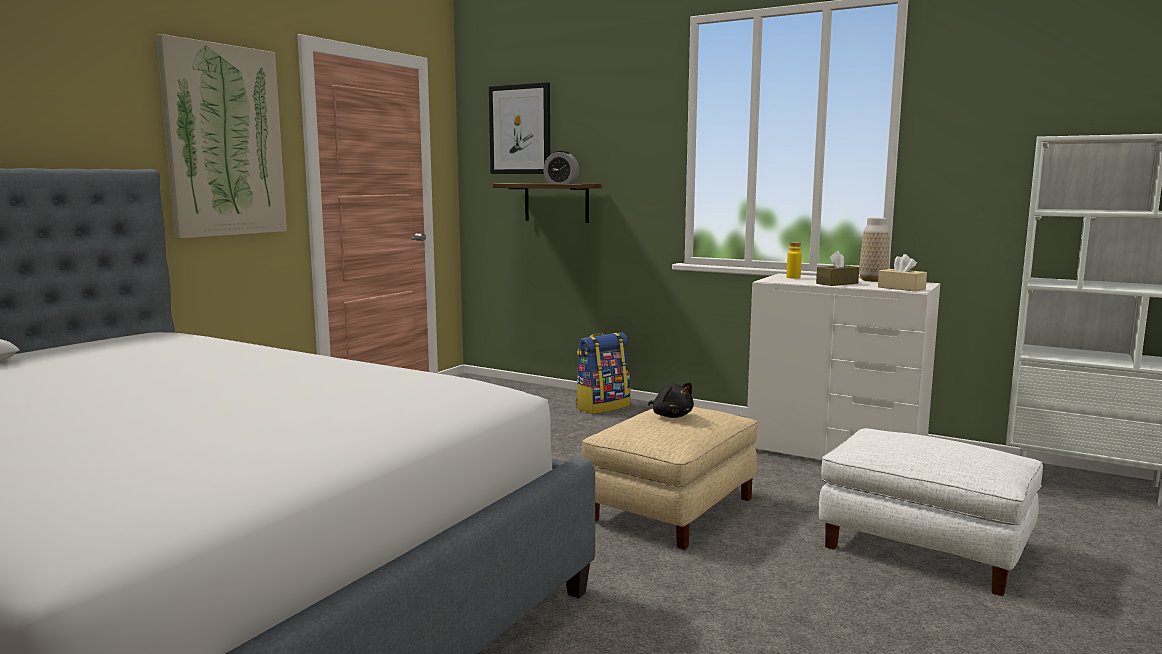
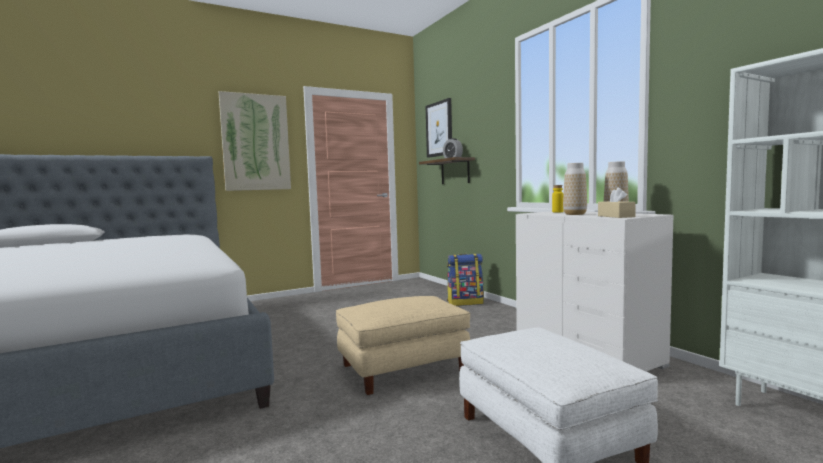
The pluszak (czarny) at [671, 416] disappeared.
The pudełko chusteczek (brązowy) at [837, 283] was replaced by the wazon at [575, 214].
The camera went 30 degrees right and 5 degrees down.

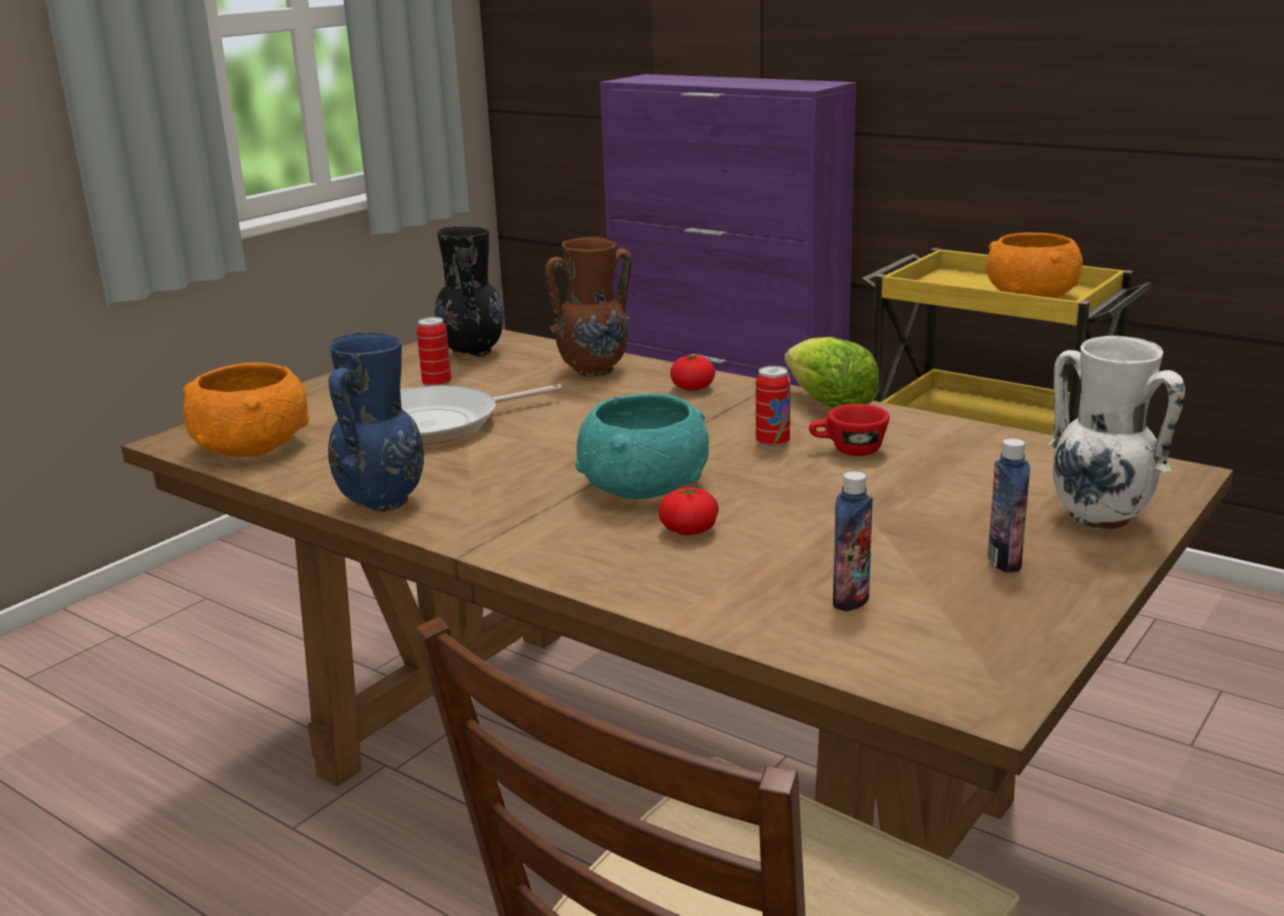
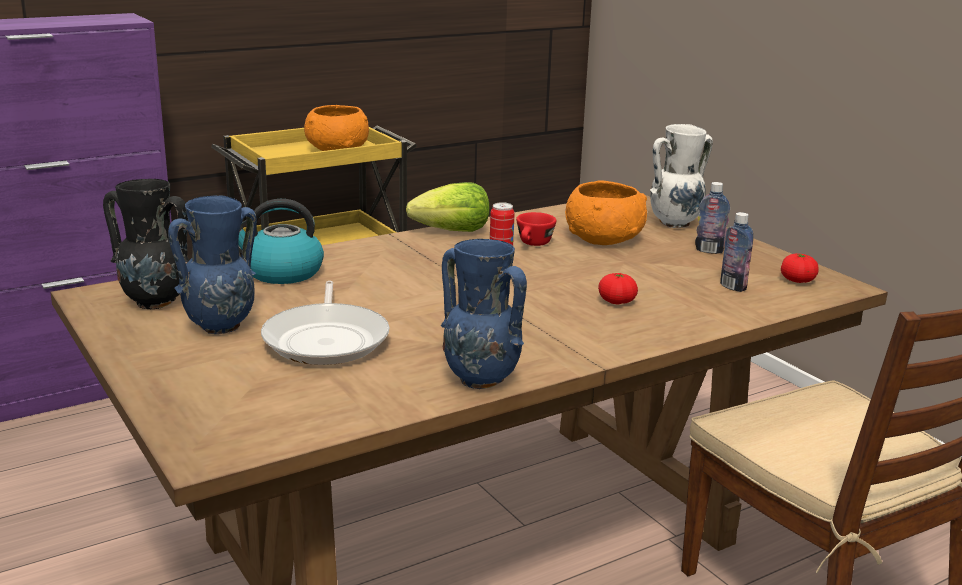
The miska (turkusowy) at [644, 487] disappeared.
The miska (pomarańczowy) moved from [251, 447] to [603, 238].
The pomidor moved from [692, 388] to [797, 280].
The puszka at [437, 384] was replaced by the wazon (niebieski) at [221, 327].
The wazon (brązowy) at [595, 371] was replaced by the czajnik at [281, 272].
The camera went 70 degrees left and 0 degrees up.

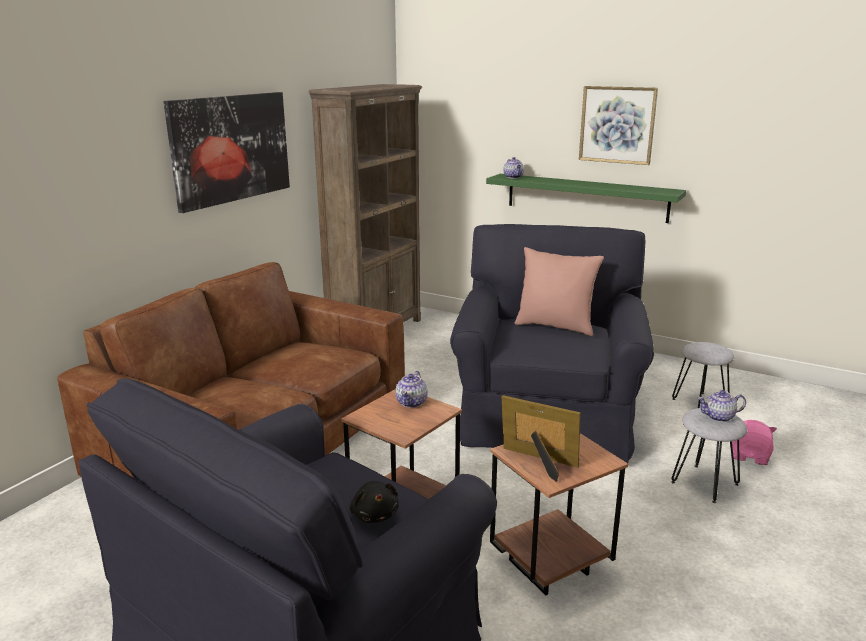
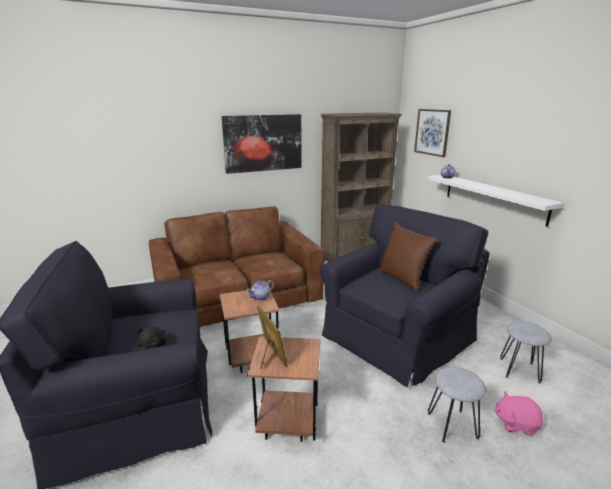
The imbryk at [719, 417] disappeared.
The obraz moved from [617, 125] to [432, 132].
The półka (zielony) at [586, 197] became the półka (biały) at [493, 198].
The poduszka (różowy) at [555, 326] became the poduszka (brązowy) at [402, 279].
The pluszak (różowy) at [750, 456] turned 135 degrees counterclockwise.
The camera went 35 degrees right and 0 degrees up.

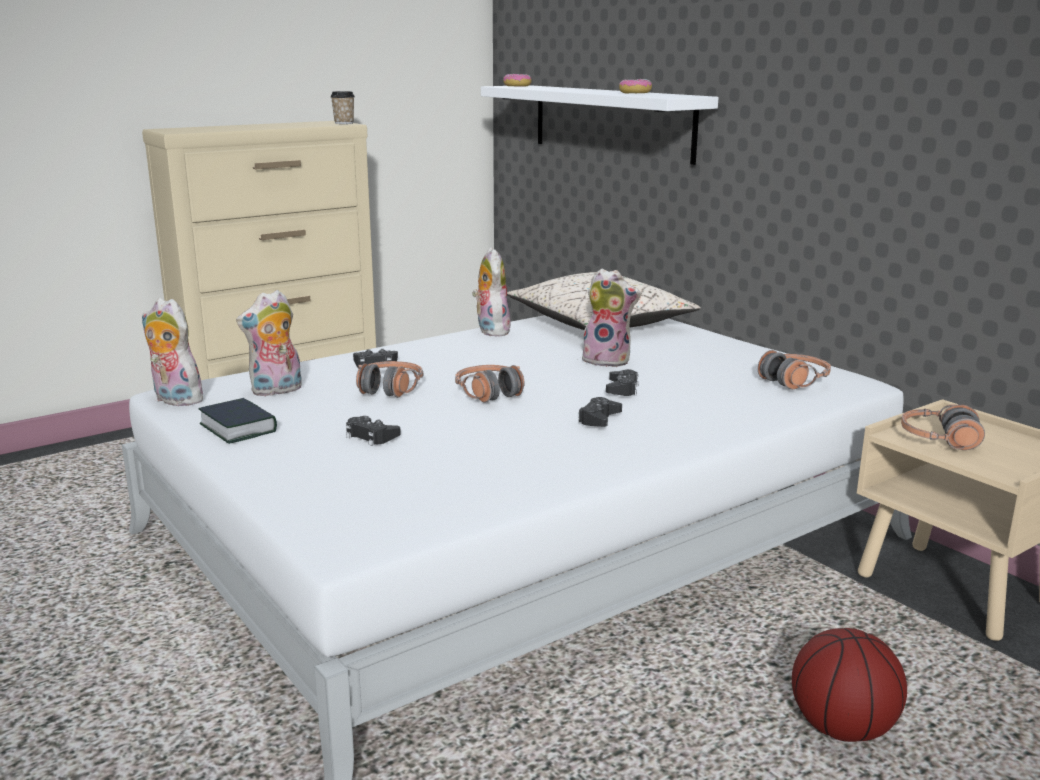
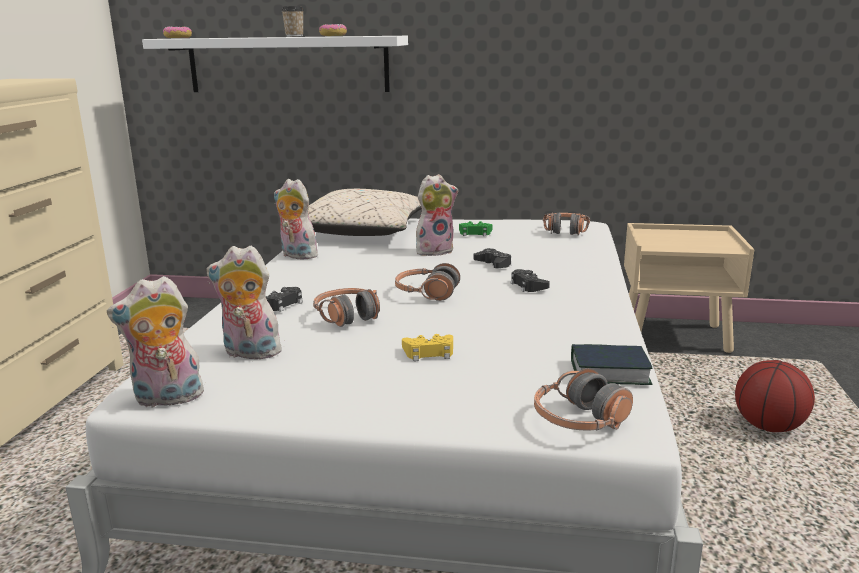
The pad do gier (zielony) at [475, 233] appeared.
The książka moved from [238, 428] to [609, 372].
The filiżanka moved from [344, 123] to [294, 36].
The słuchawki moved from [939, 440] to [580, 420].
The pad do gier (czarny) at [371, 436] became the pad do gier (żółty) at [429, 352].
The pluszak at [276, 391] turned 90 degrees clockwise.
The camera went 45 degrees left and 0 degrees up.

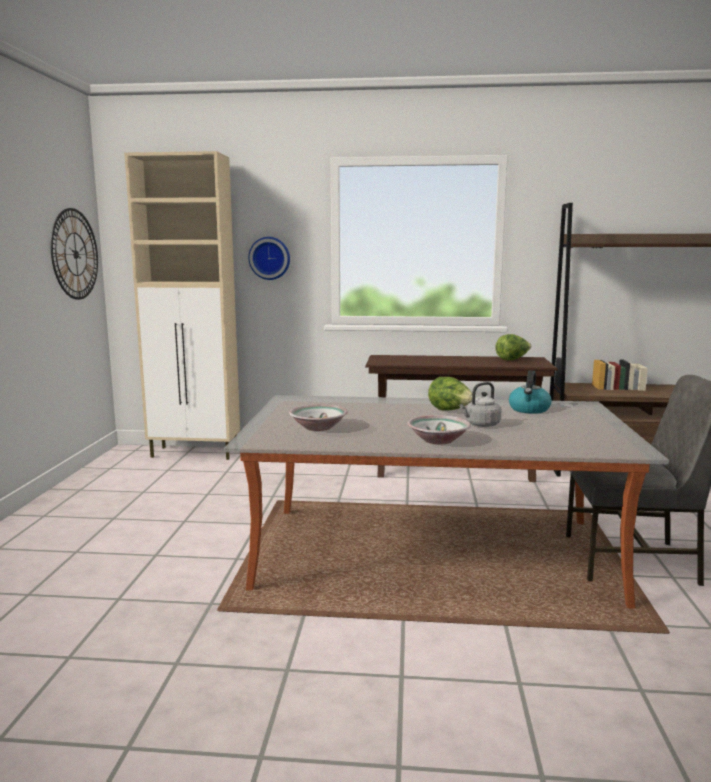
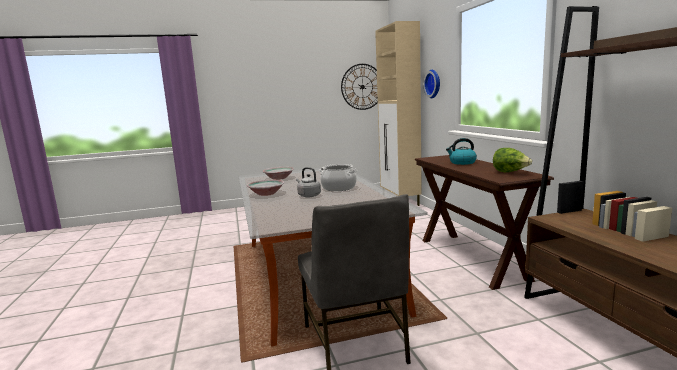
The czajnik moved from [529, 409] to [462, 163].
The sałata at [450, 411] was replaced by the garnek at [339, 188].
The camera went 70 degrees right and 0 degrees up.

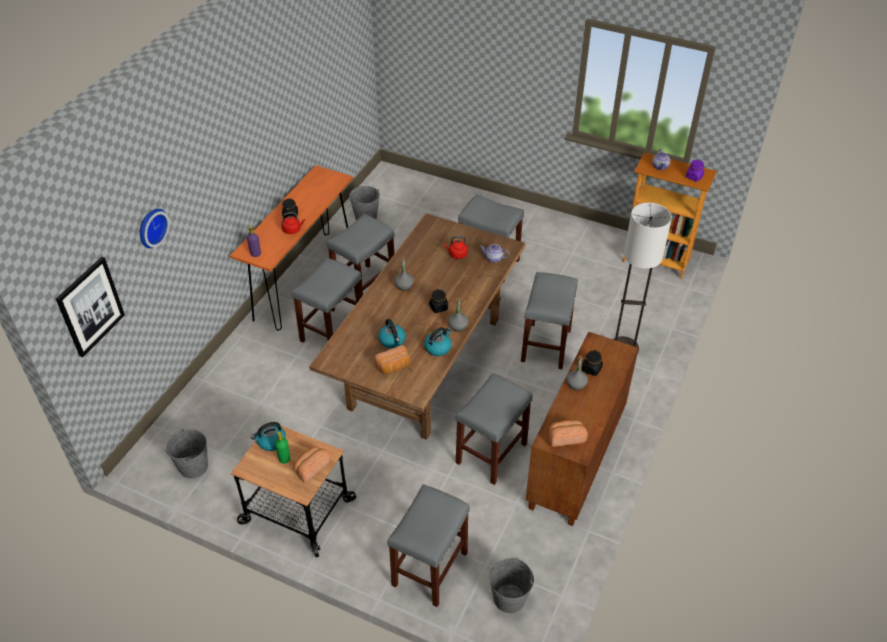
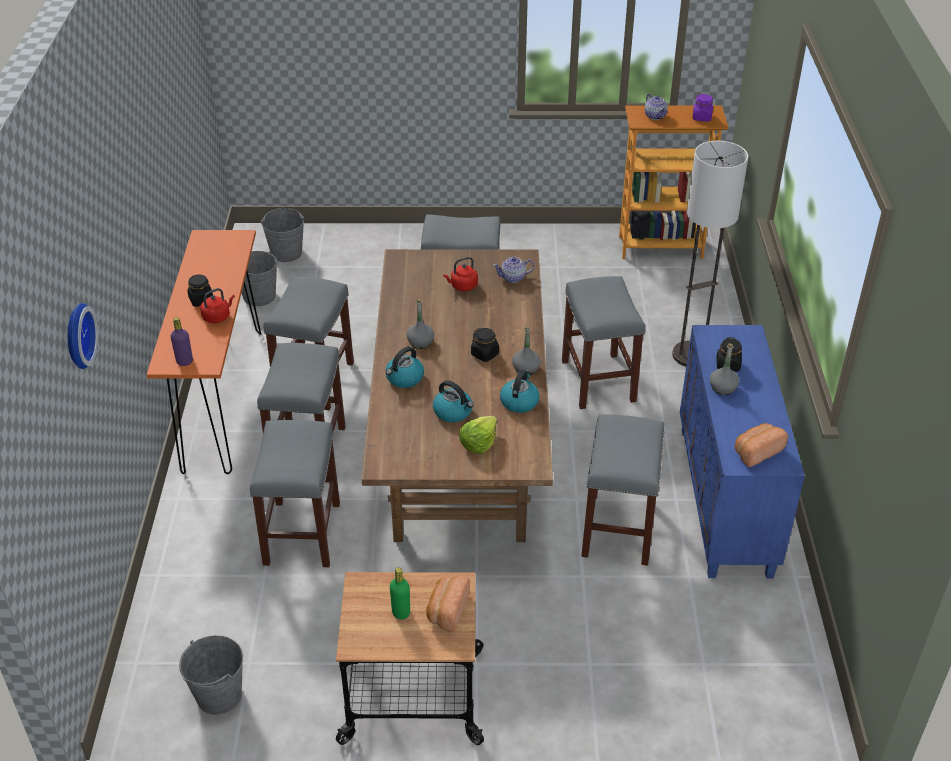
The obraz at [90, 306] disappeared.
The czajnik moved from [271, 441] to [404, 378].
The stołek (szary) moved from [430, 567] to [301, 532].
The wiadro (szary) moved from [509, 598] to [286, 253].
The chleb at [393, 367] was replaced by the sałata at [478, 443].
The szafka (brązowy) at [576, 461] became the szafka (niebieski) at [726, 501].
The camera went 25 degrees left and 5 degrees down.

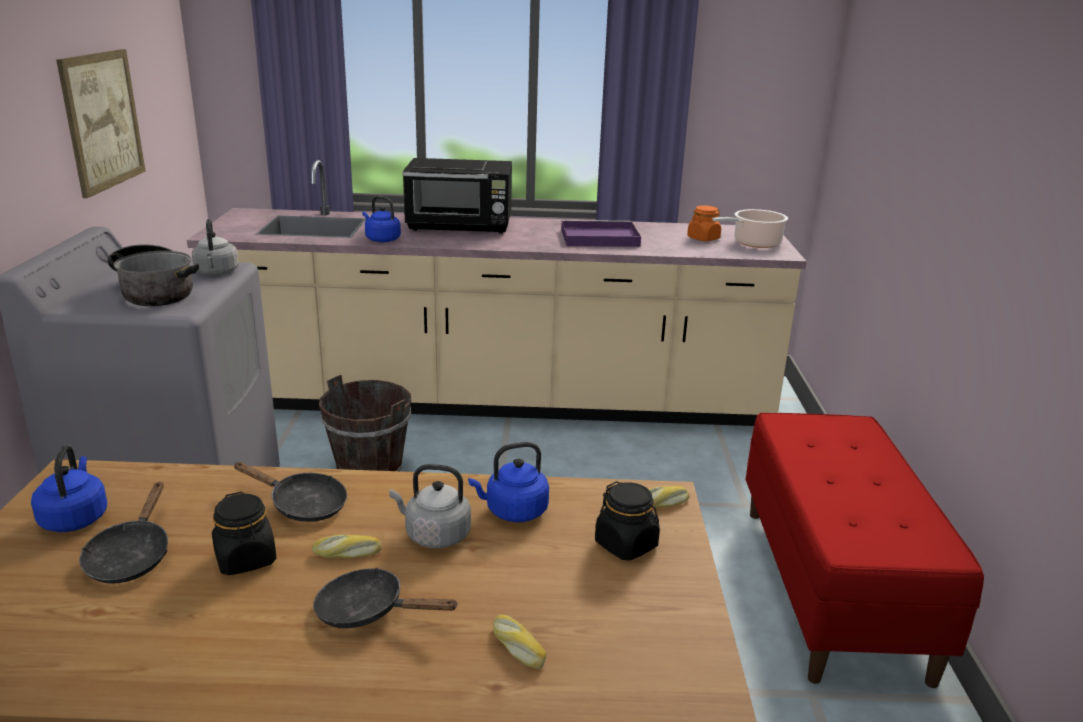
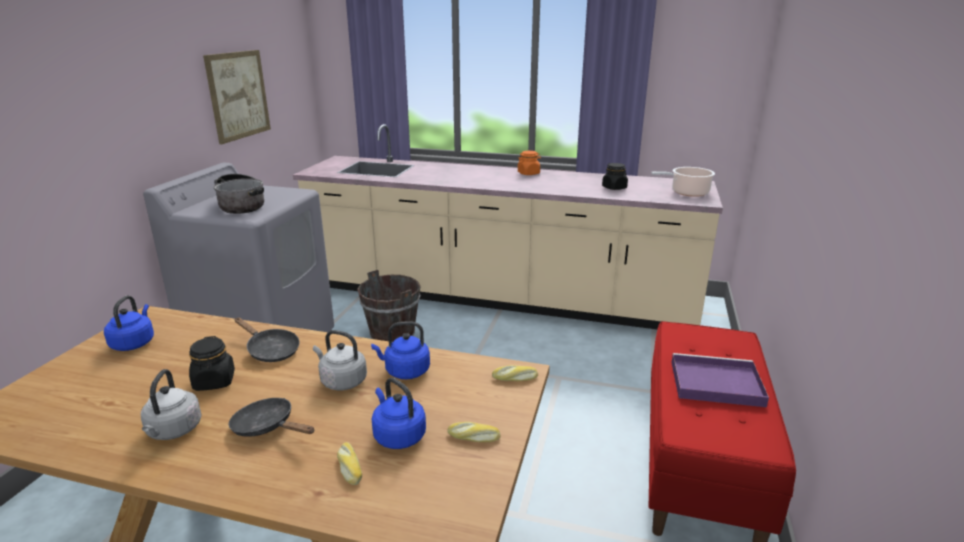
The patelnia (czarny) at [131, 556] disappeared.
The mikrofalówka (czarny) at [461, 226] disappeared.
The czajnik (szary) moved from [217, 273] to [173, 431].
The chleb moved from [347, 554] to [473, 437].
The czajnik (niebieski) moved from [381, 239] to [398, 435].
The taca (fioletowy) moved from [598, 238] to [714, 383].
The słoik (czarny) moved from [626, 545] to [614, 188].
The słoik (pomarańczowy) moved from [703, 238] to [528, 173].
The camera went 15 degrees right and 0 degrees up.

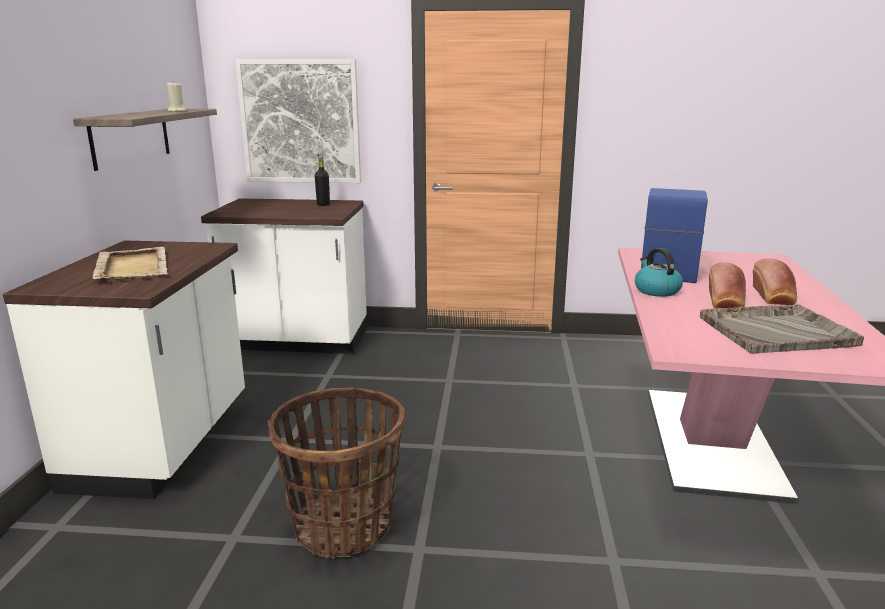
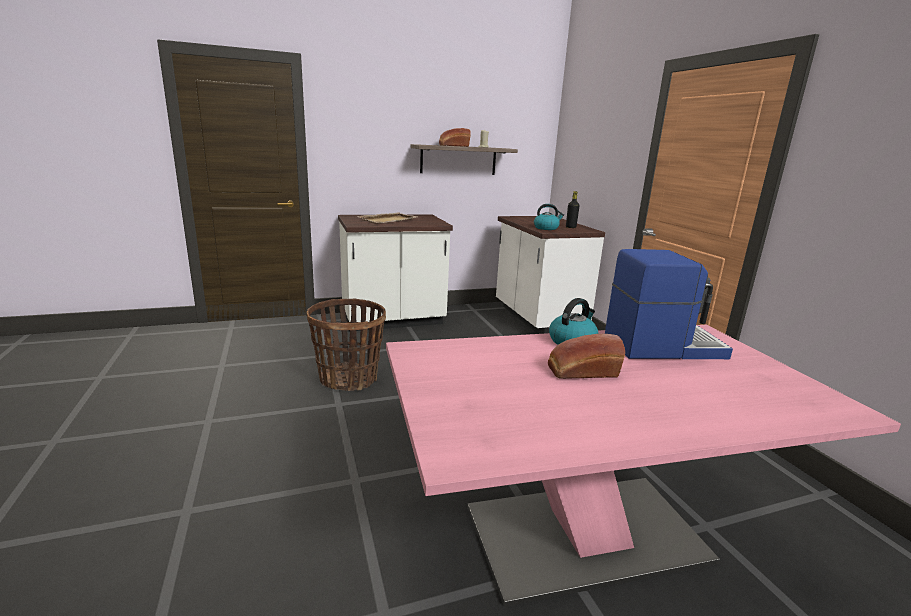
The obraz at [300, 122] disappeared.
The taca (szary) at [777, 331] disappeared.
The czajnik at [546, 228] appeared.
The chleb moved from [773, 296] to [453, 146].
The camera went 65 degrees right and 0 degrees up.

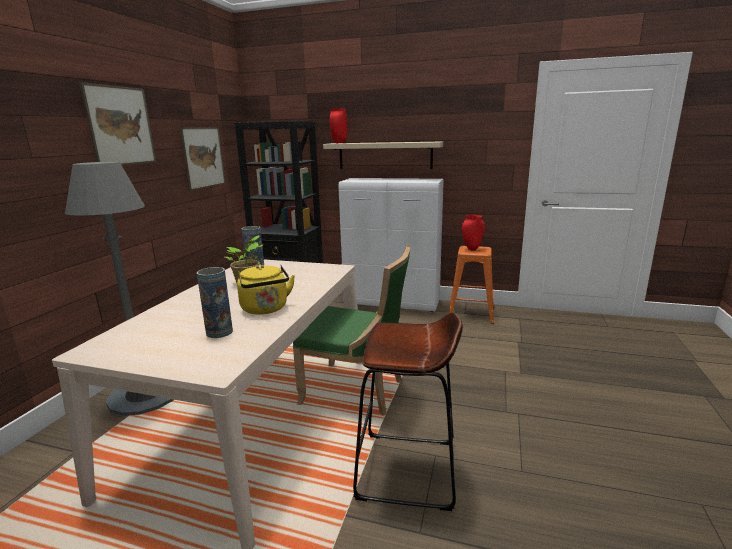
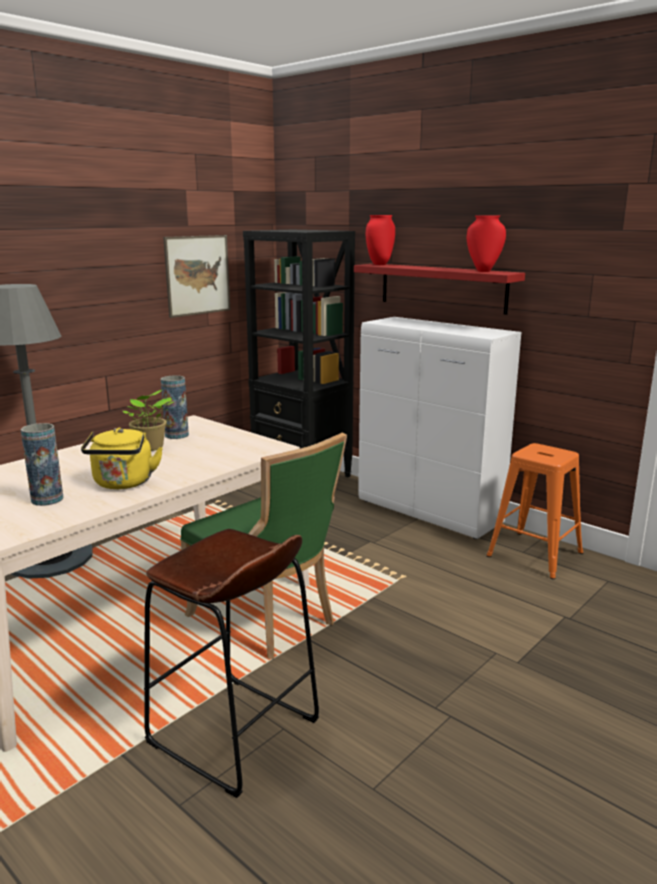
The obraz at [120, 126] disappeared.
The wazon (czerwony) moved from [471, 249] to [483, 271].
The półka (beżowy) at [385, 155] became the półka (czerwony) at [442, 287].
The camera went 25 degrees right and 0 degrees up.

